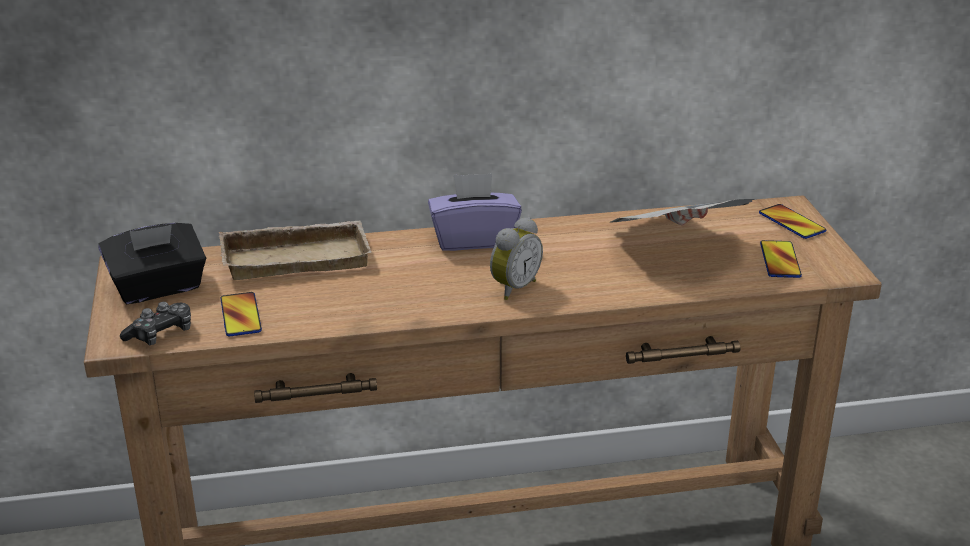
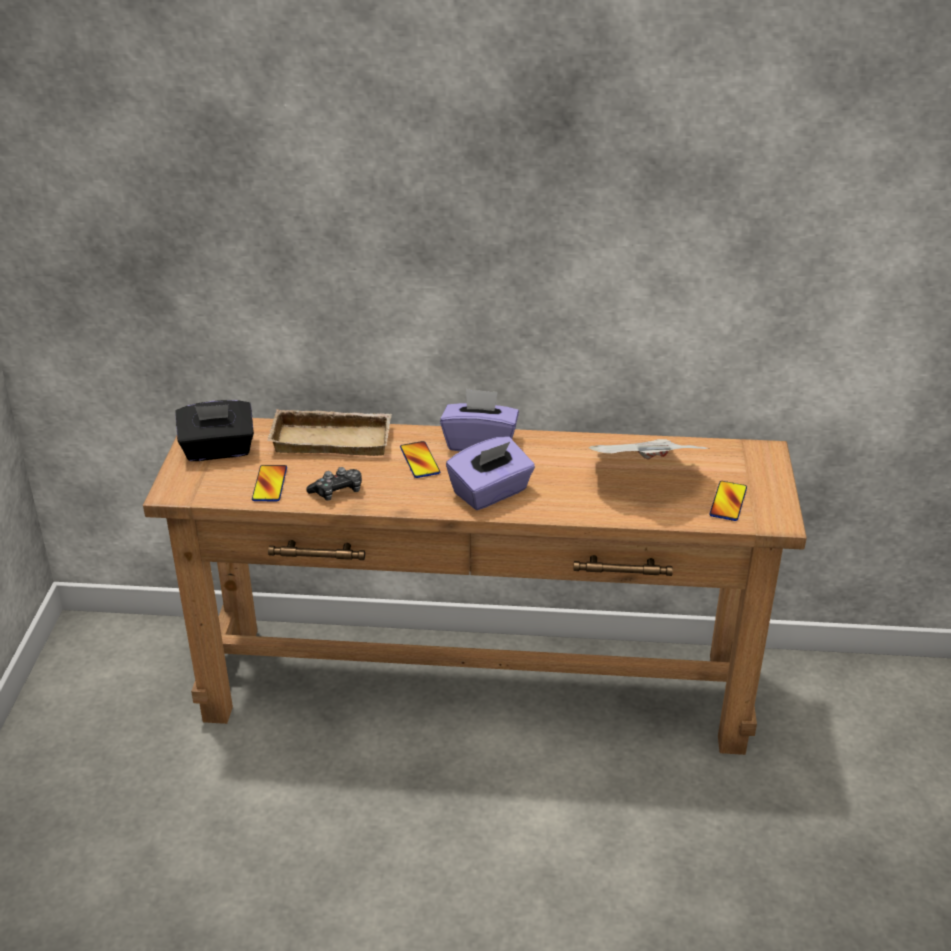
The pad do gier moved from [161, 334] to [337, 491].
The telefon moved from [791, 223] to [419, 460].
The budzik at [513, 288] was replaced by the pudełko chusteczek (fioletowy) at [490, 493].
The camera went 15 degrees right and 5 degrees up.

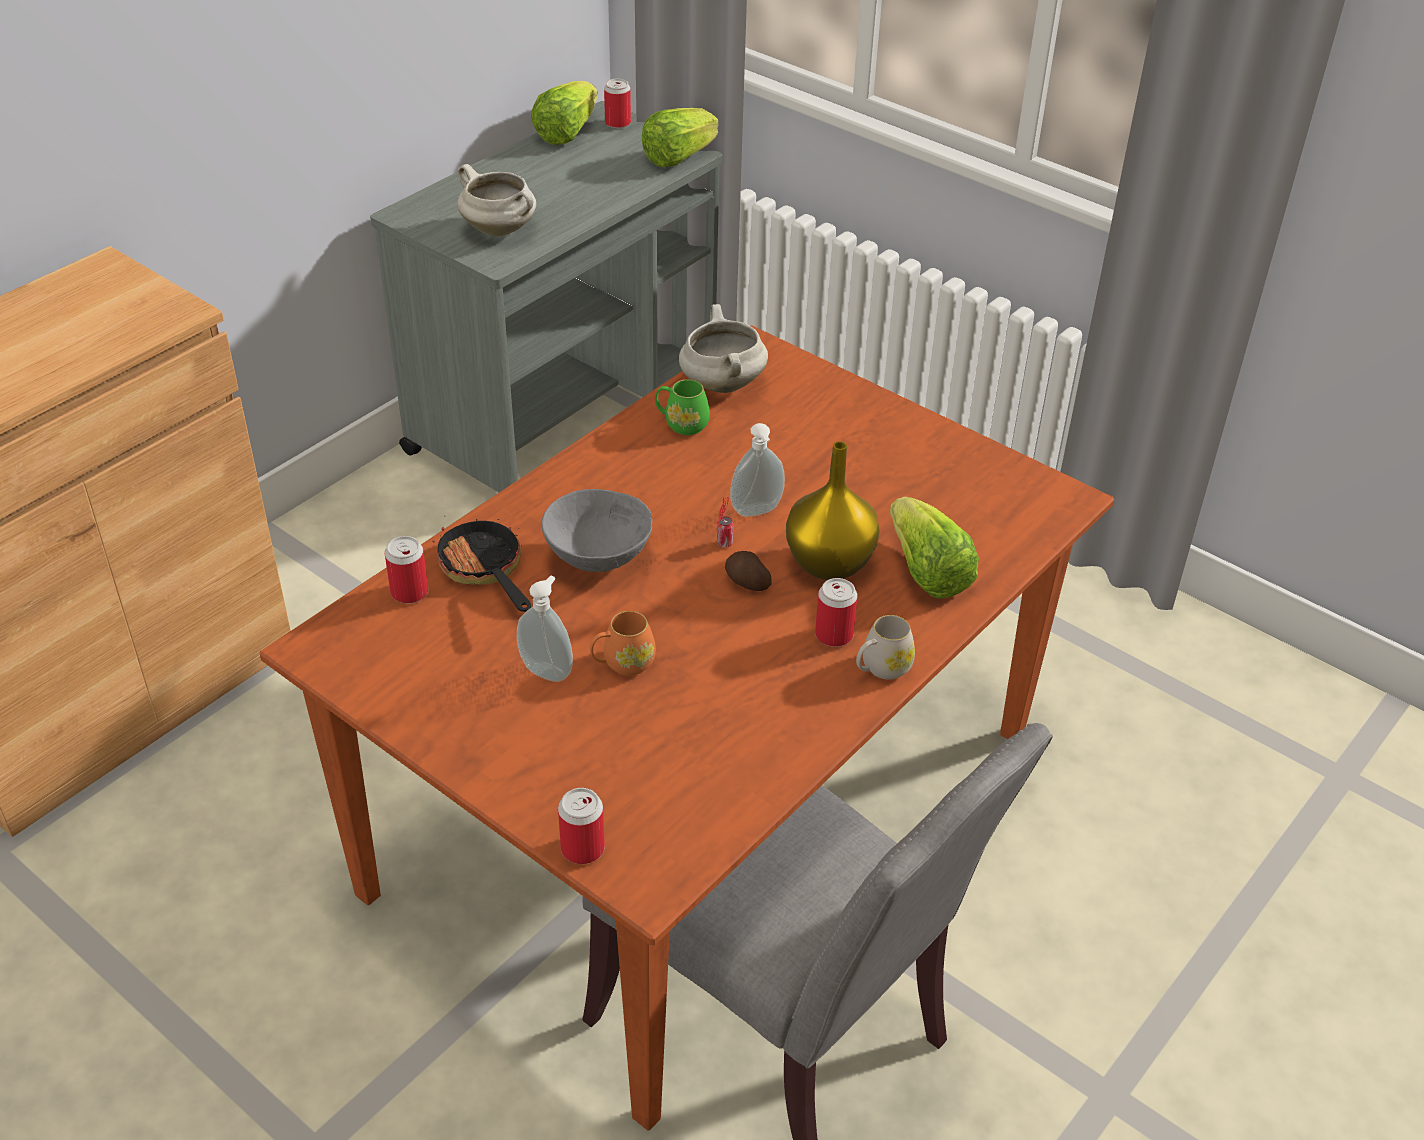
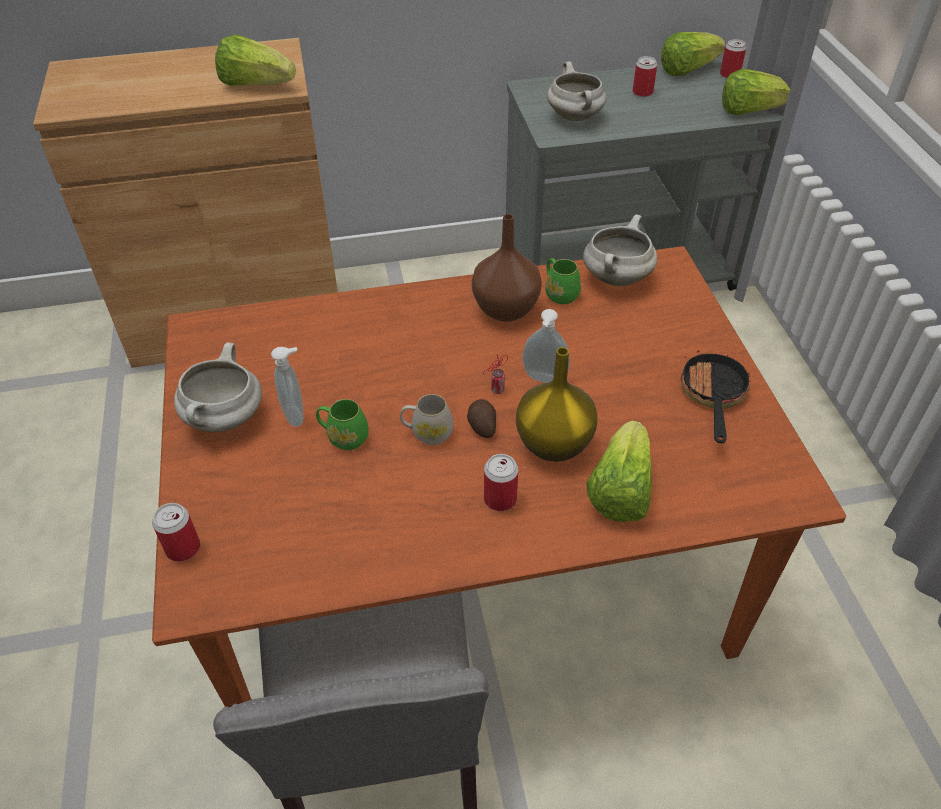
The miska (szary) at [597, 560] disappeared.
The garnek (biały) at [225, 419] appeared.
The sałata at [256, 85] appeared.
The wazon (brązowy) at [504, 308] appeared.
The puszka moved from [409, 592] to [642, 92].
The patelnia moved from [485, 571] to [712, 396].
The kubek (biały) moved from [881, 668] to [427, 433].
The kubek (pomarańczowy) at [623, 663] became the kubek (zielony) at [343, 437].
The camera went 40 degrees right and 5 degrees up.

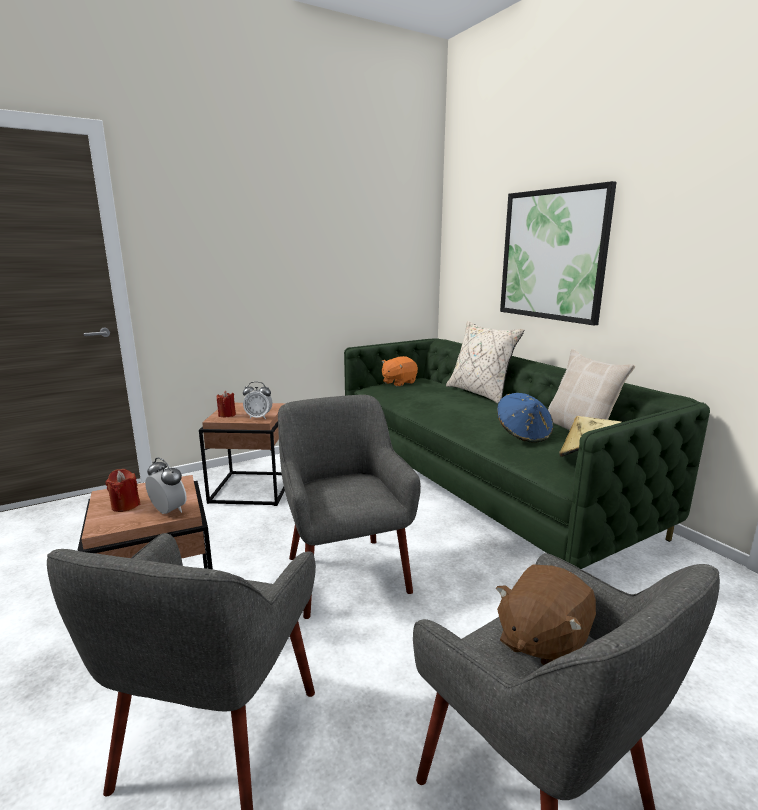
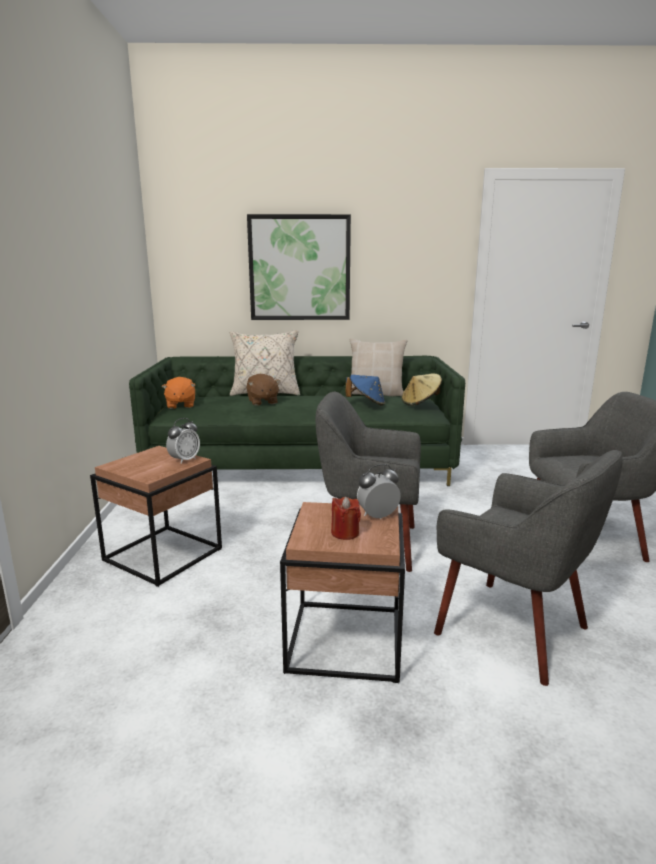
The świeca (czerwony) at [227, 415] disappeared.
The pluszak (brązowy) moved from [542, 642] to [262, 402].
The camera went 60 degrees left and 0 degrees up.

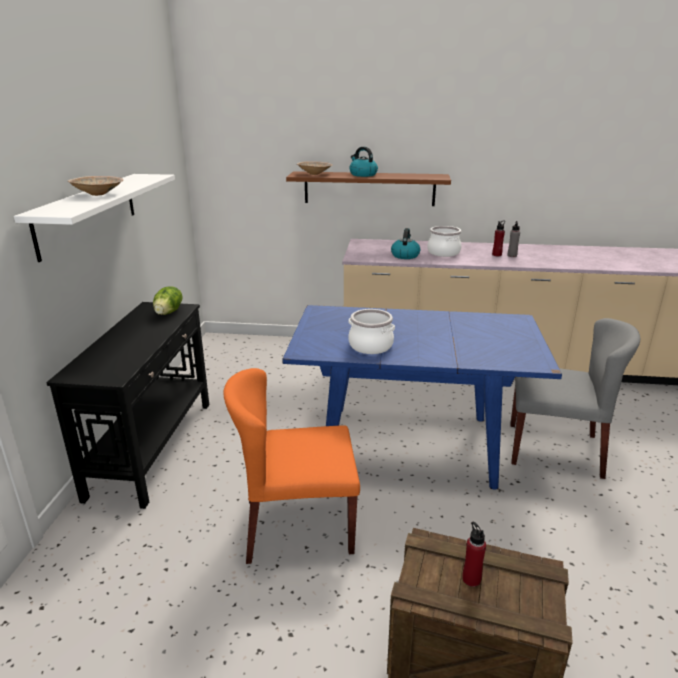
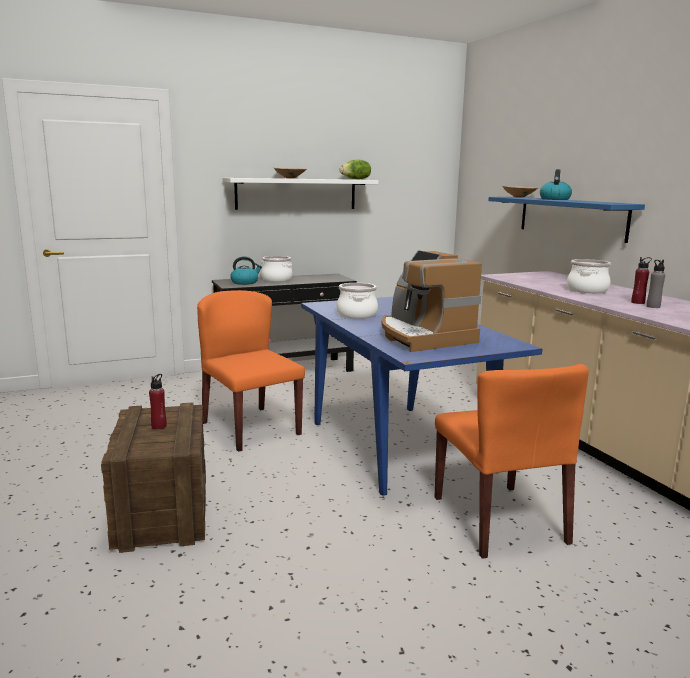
The garnek at [276, 279] appeared.
The ekspres do kawy at [423, 337] appeared.
The sałata moved from [169, 312] to [356, 179].
The czajnik moved from [405, 255] to [245, 282].
The półka (brązowy) at [369, 188] became the półka (niebieski) at [571, 217].
The krzesło (szary) at [555, 449] became the krzesło (pomarańczowy) at [499, 520].
The camera went 60 degrees right and 10 degrees down.

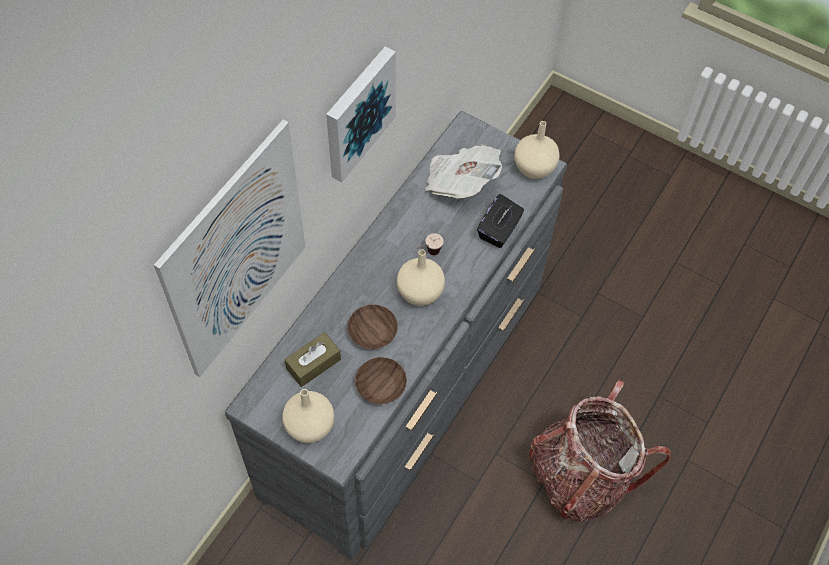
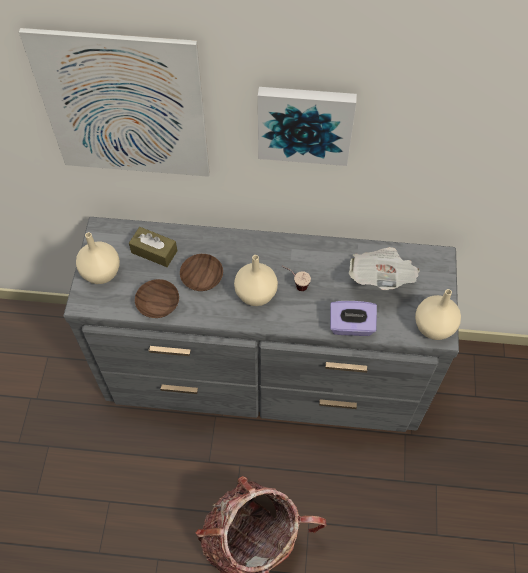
The pudełko chusteczek (czarny) at [499, 230] became the pudełko chusteczek (fioletowy) at [351, 326].
The camera went 65 degrees right and 0 degrees up.

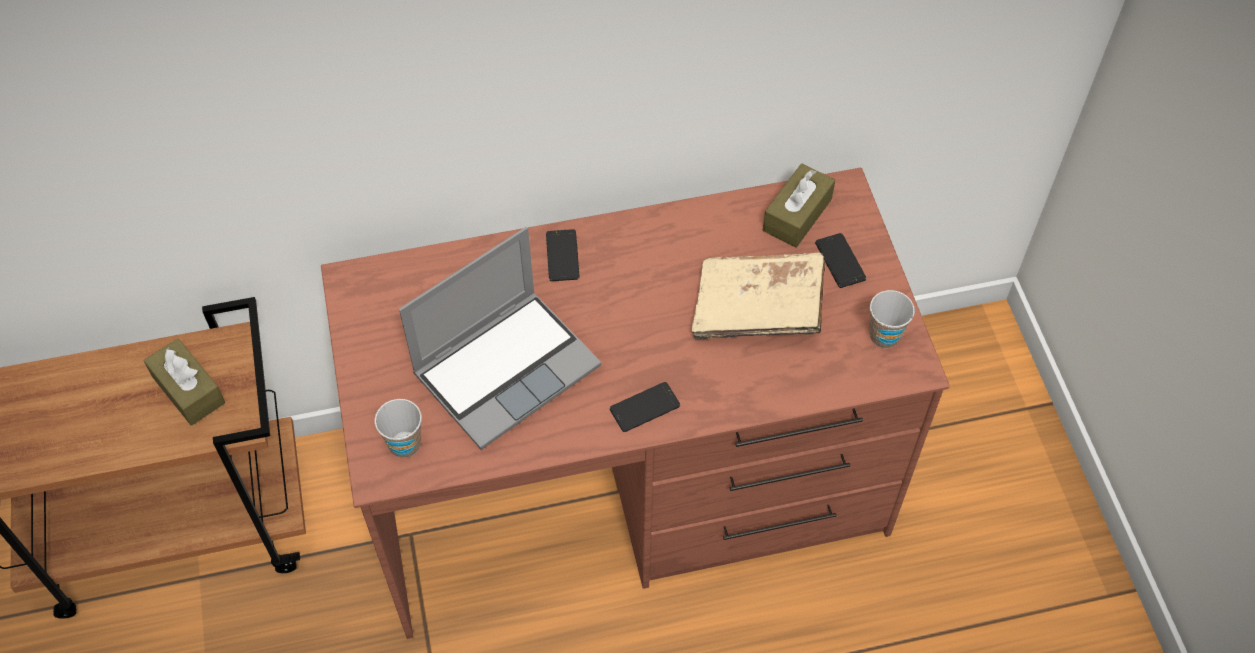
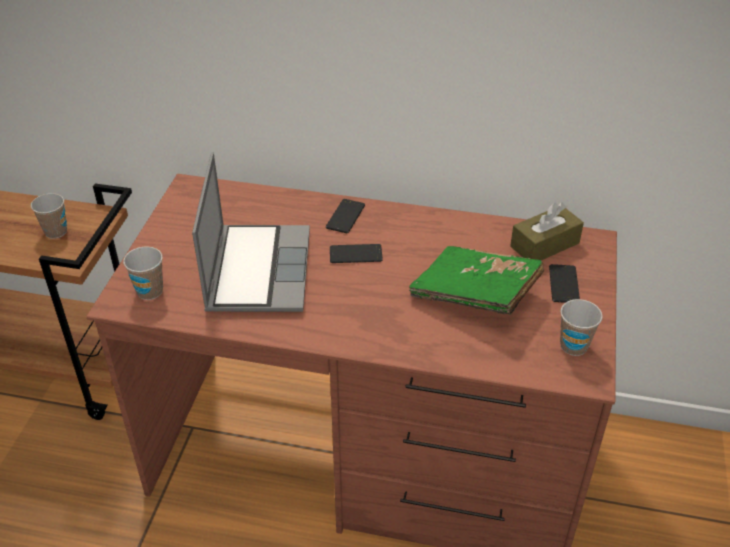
The telefon moved from [645, 407] to [355, 254].
The pudełko chusteczek (brązowy) at [188, 390] was replaced by the filiżanka at [56, 232].
The książka (beżowy) at [758, 309] became the książka (zielony) at [475, 294].
The laptop at [507, 368] turned 75 degrees counterclockwise.
The camera went 25 degrees right and 15 degrees down.

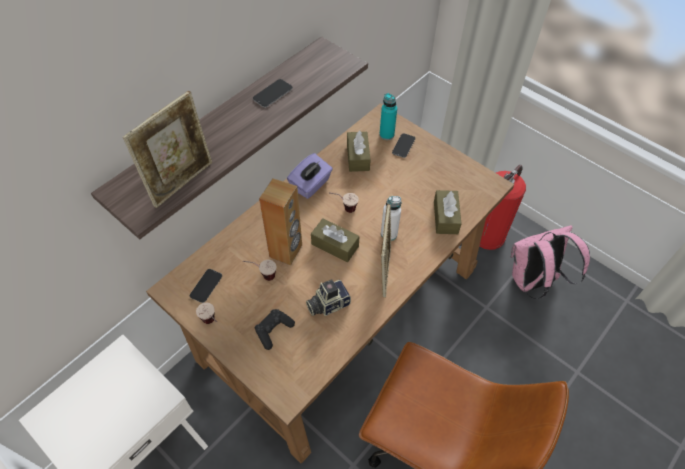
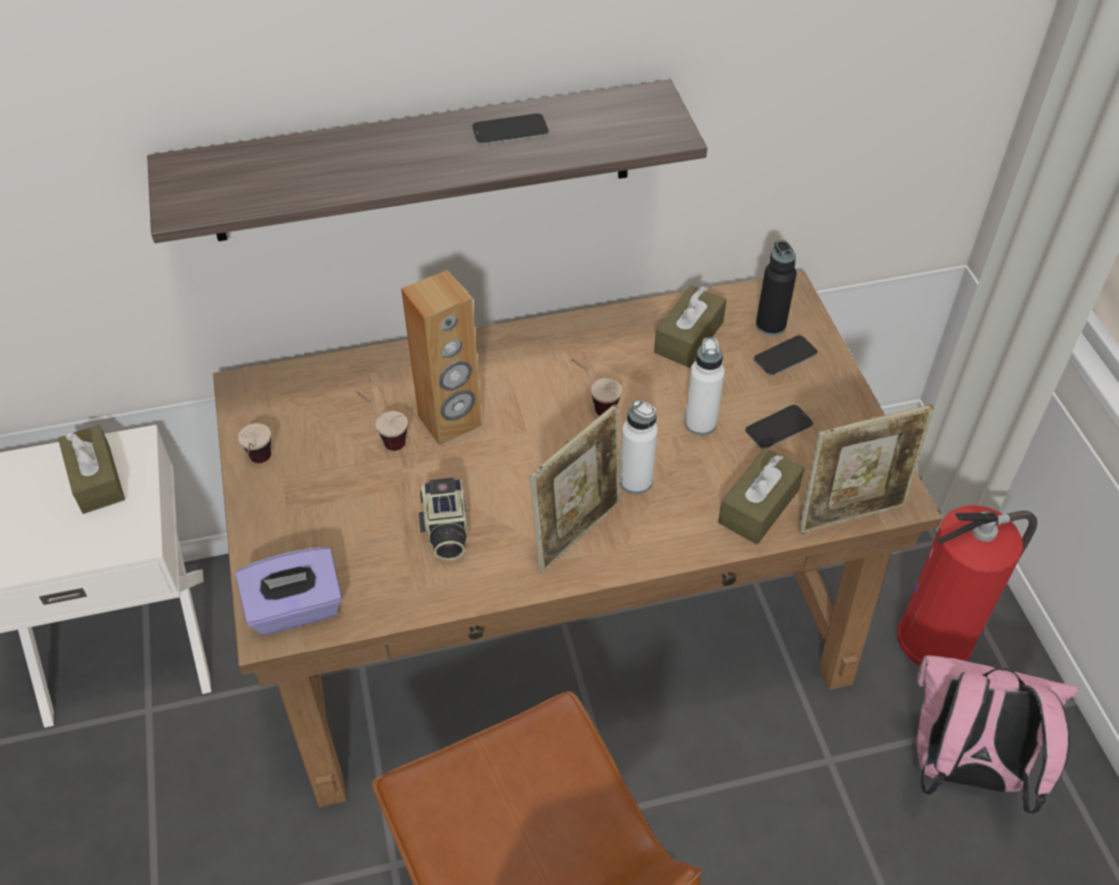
The pad do gier (czarny) at [273, 330] disappeared.
The butelka (biały) at [700, 423] appeared.
The ramka na zdjęcie moved from [182, 182] to [851, 514].
The telefon moved from [206, 286] to [778, 428].
The pudełko chusteczek (fioletowy) moved from [311, 185] to [296, 609].
The pudełko chusteczek (brązowy) moved from [335, 245] to [96, 479].
The butelka (turkusowy) at [386, 134] became the butelka (czarny) at [770, 325].
The aparat fotograficzny at [327, 304] turned 105 degrees counterclockwise.
The camera went 35 degrees right and 5 degrees down.

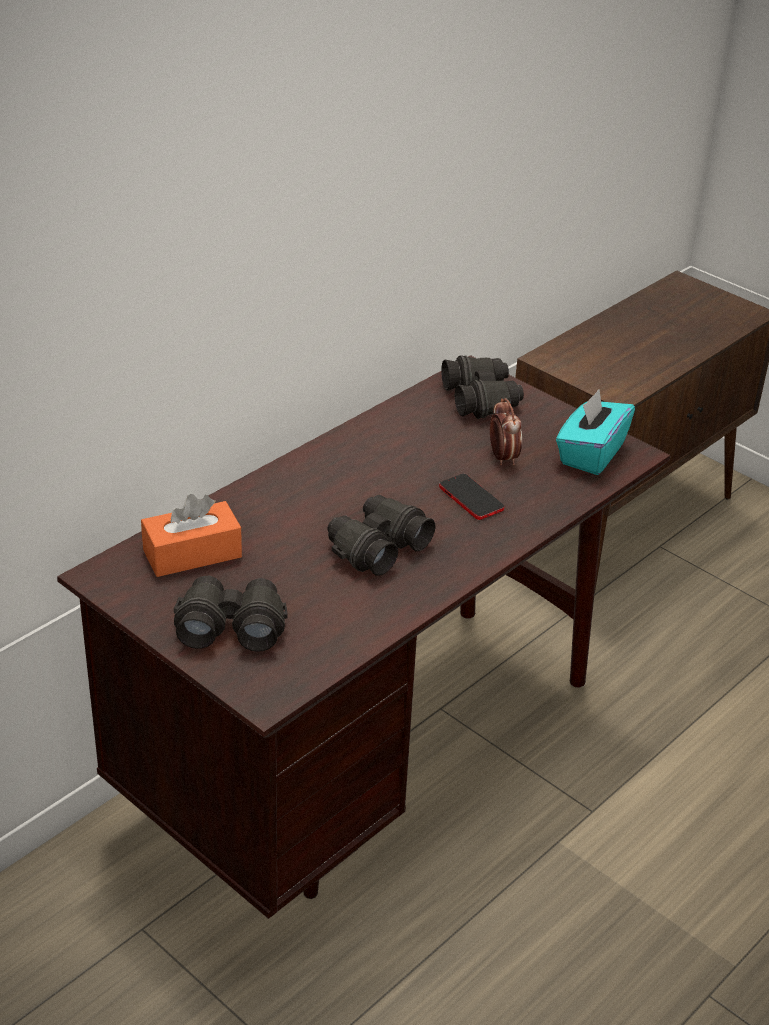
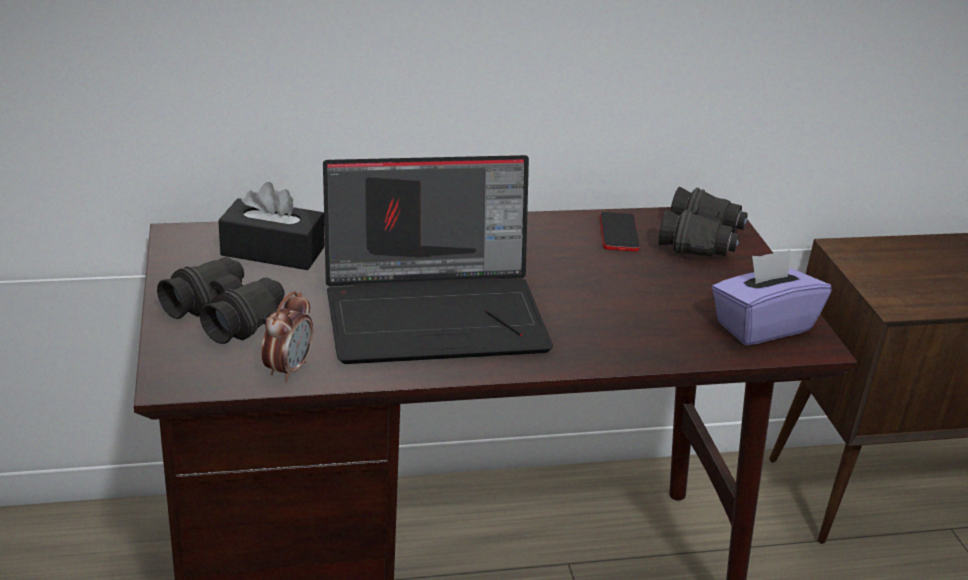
The telefon moved from [471, 498] to [619, 233].
The budzik moved from [502, 457] to [288, 369].
The lornetka (czarny) at [376, 547] was replaced by the laptop at [437, 312].
The pudełko chusteczek (pomarańczowy) at [192, 553] became the pudełko chusteczek (czarny) at [272, 251].
The pudełko chusteczek (turkusowy) at [590, 454] became the pudełko chusteczek (fioletowy) at [762, 326].
The camera went 35 degrees right and 5 degrees down.

